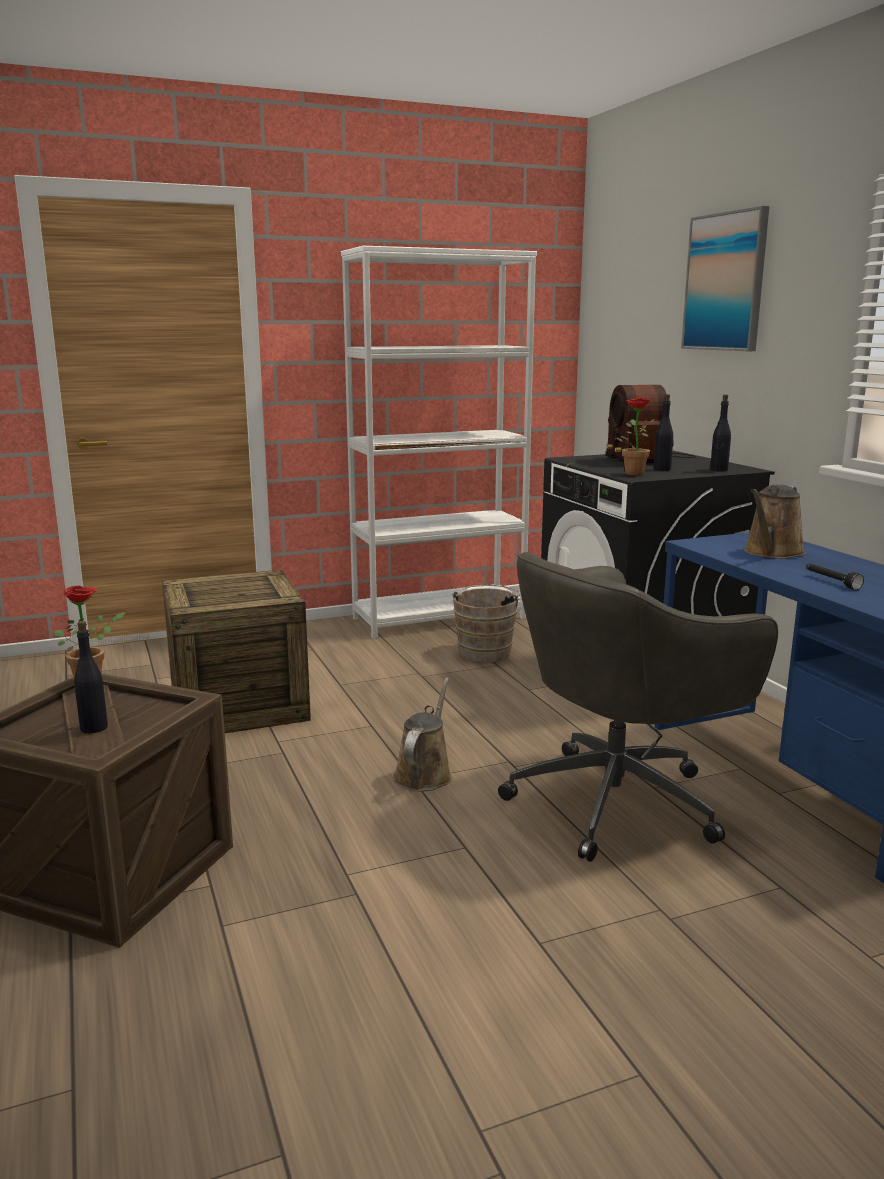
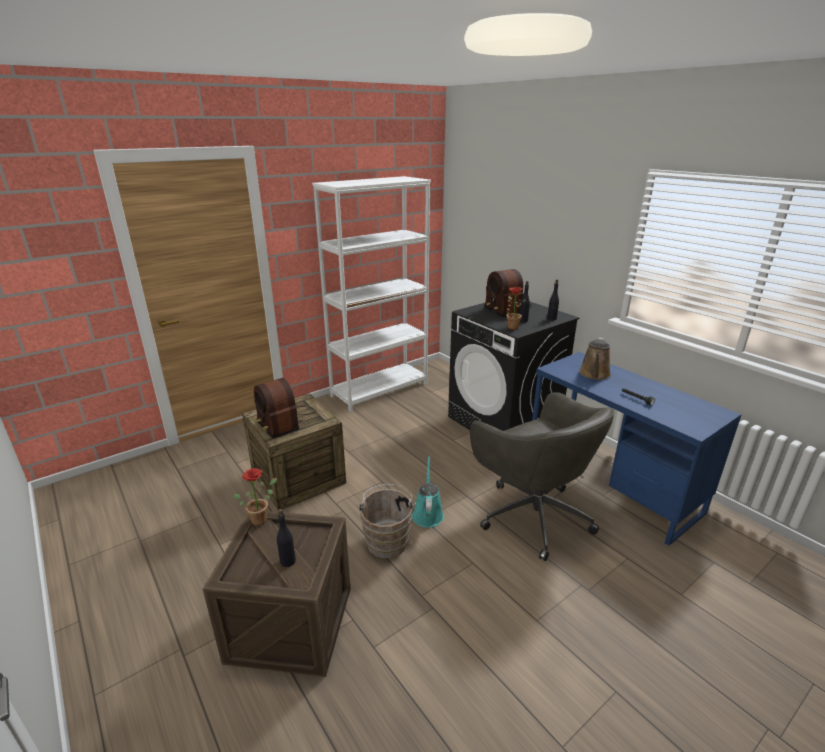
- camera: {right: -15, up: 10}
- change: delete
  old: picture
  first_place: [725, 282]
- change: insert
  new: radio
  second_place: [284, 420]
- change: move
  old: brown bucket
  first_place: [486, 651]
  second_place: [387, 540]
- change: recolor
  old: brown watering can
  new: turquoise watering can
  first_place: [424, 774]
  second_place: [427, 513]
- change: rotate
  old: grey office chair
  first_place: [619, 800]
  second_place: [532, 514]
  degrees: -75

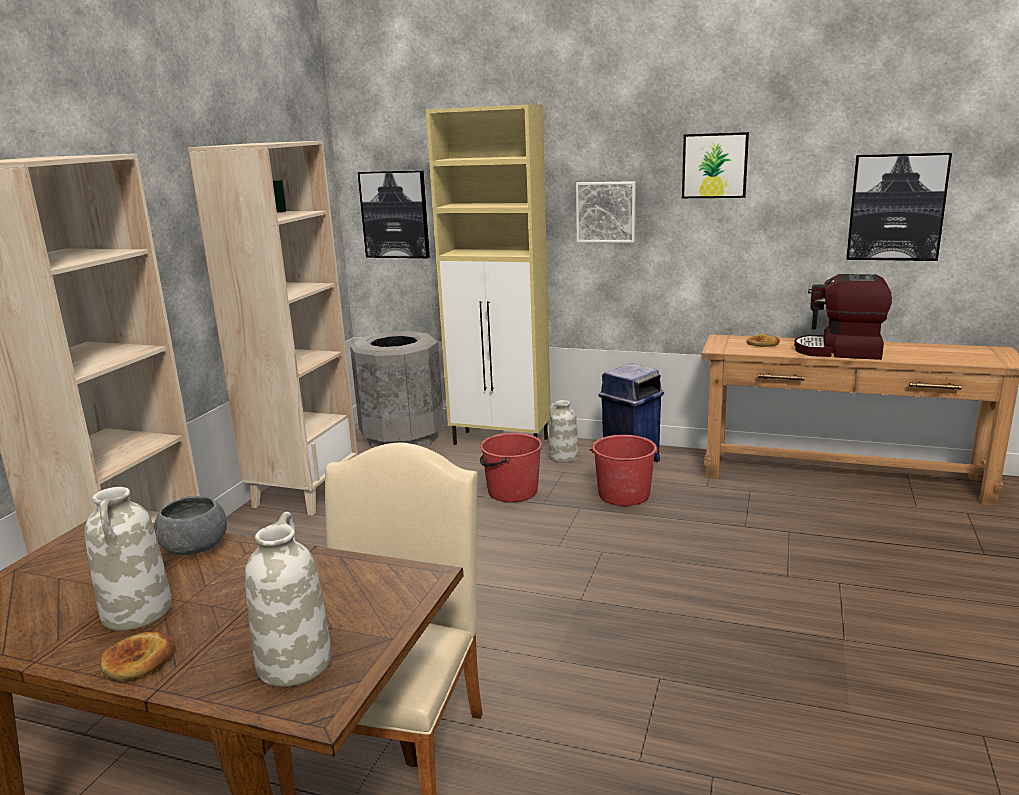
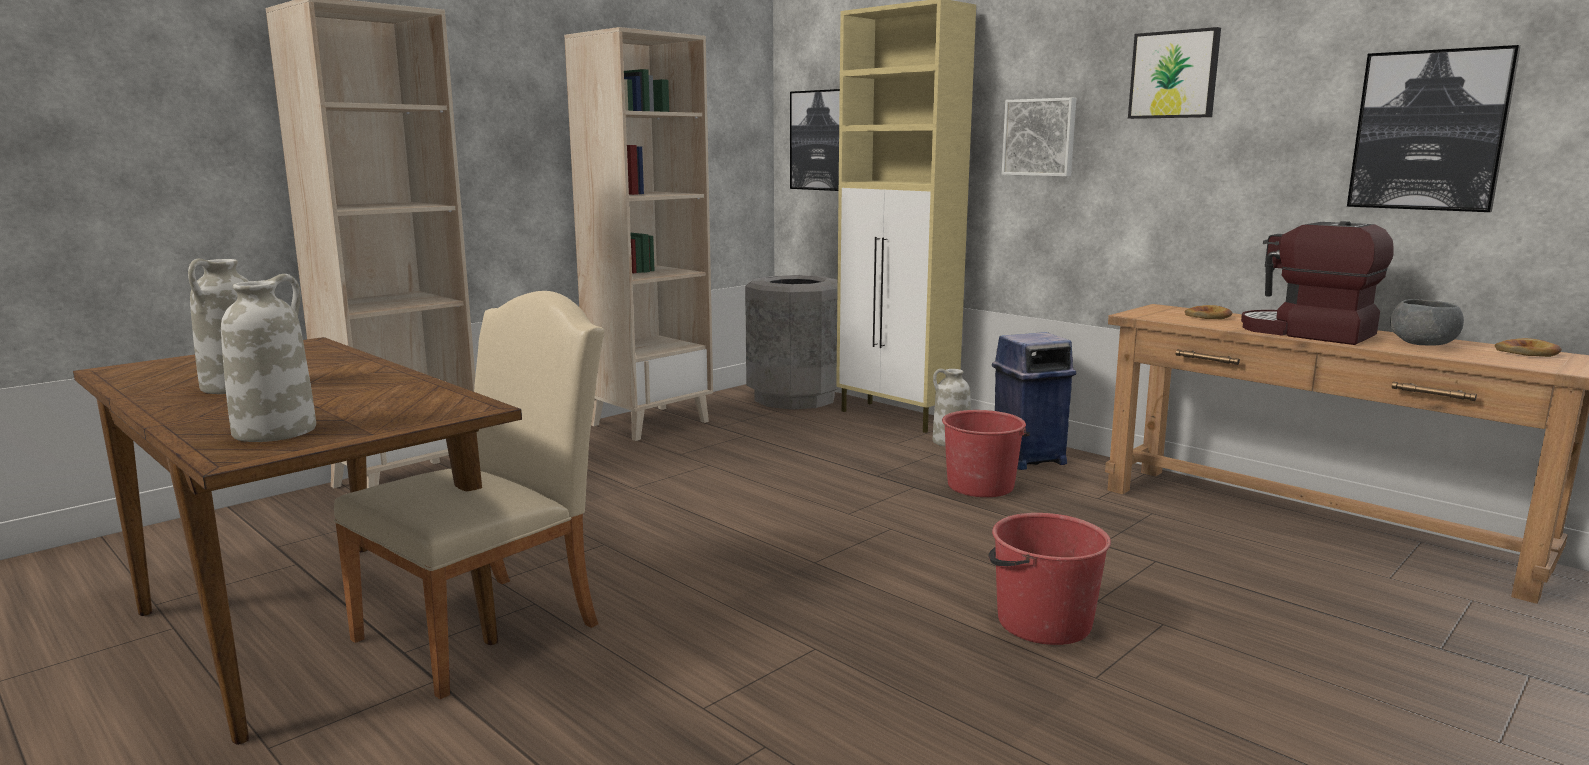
- camera: {right: 25, up: -5}
- change: move
  old: bread
  first_place: [138, 661]
  second_place: [1528, 353]
- change: move
  old: grey bowl
  first_place: [195, 548]
  second_place: [1422, 344]
- change: move
  old: red bucket
  first_place: [511, 492]
  second_place: [1042, 622]

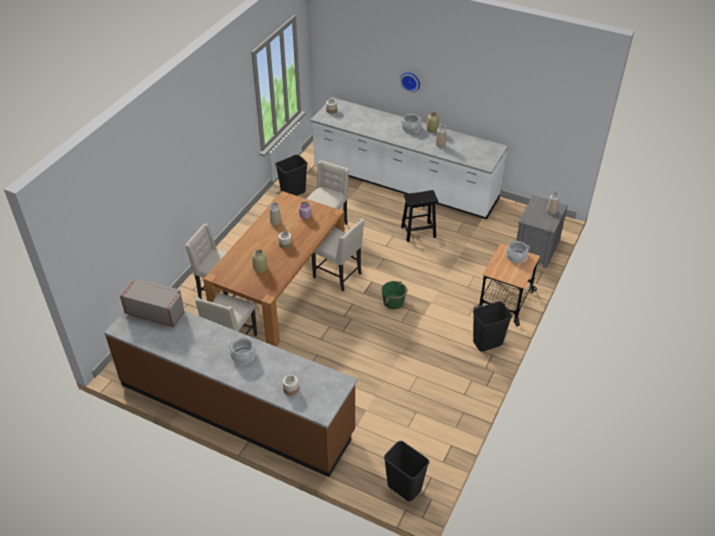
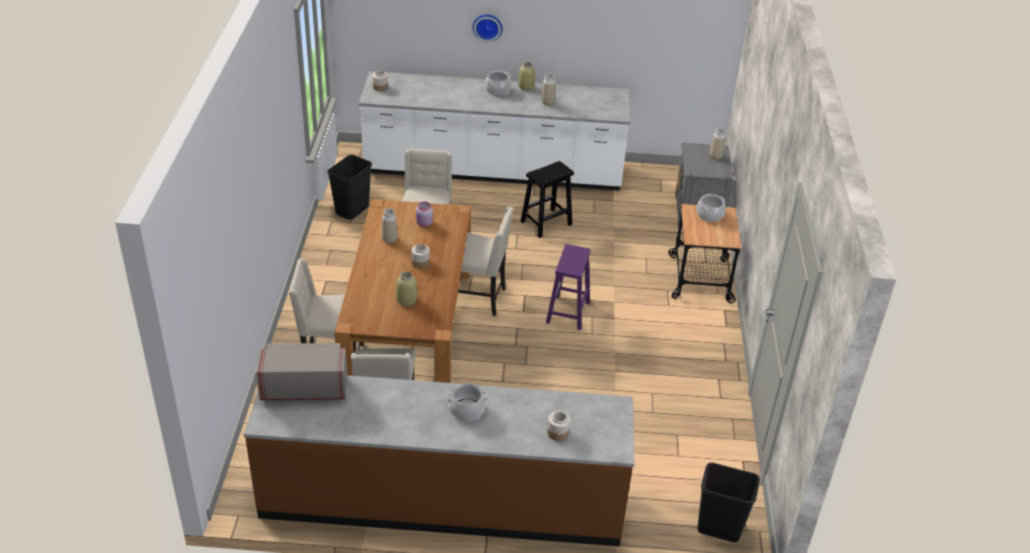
- camera: {right: -25, up: -5}
- change: delete
  old: black trash can
  first_place: [487, 343]
- change: replace
  old: green bucket
  new: purple stool
  first_place: [394, 302]
  second_place: [568, 313]

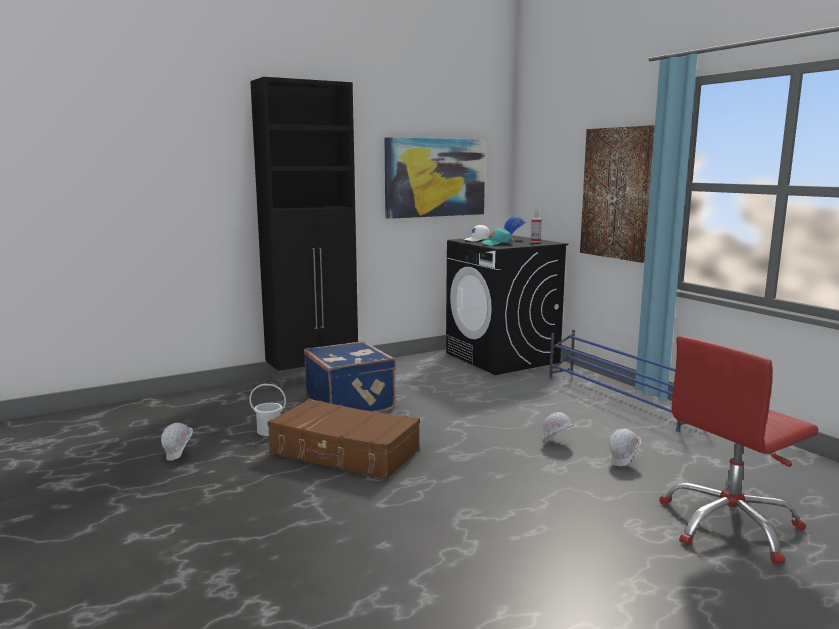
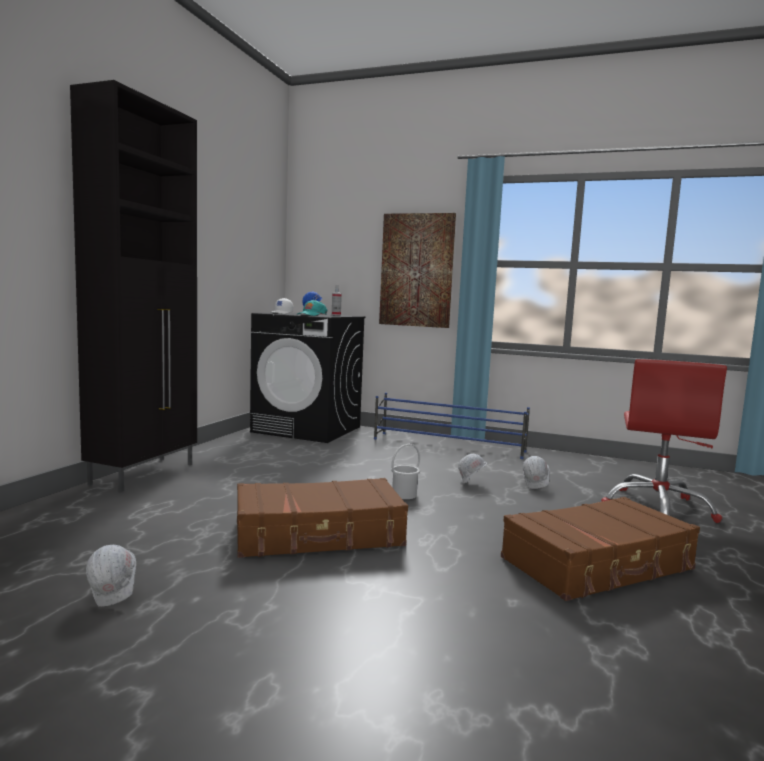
- camera: {right: -40, up: -5}
- change: delete
  old: blue suitcase
  first_place: [351, 403]
- change: delete
  old: picture
  first_place: [435, 177]
- change: insert
  new: brown suitcase
  second_place: [598, 564]
- change: move
  old: white bucket
  first_place: [269, 431]
  second_place: [404, 495]

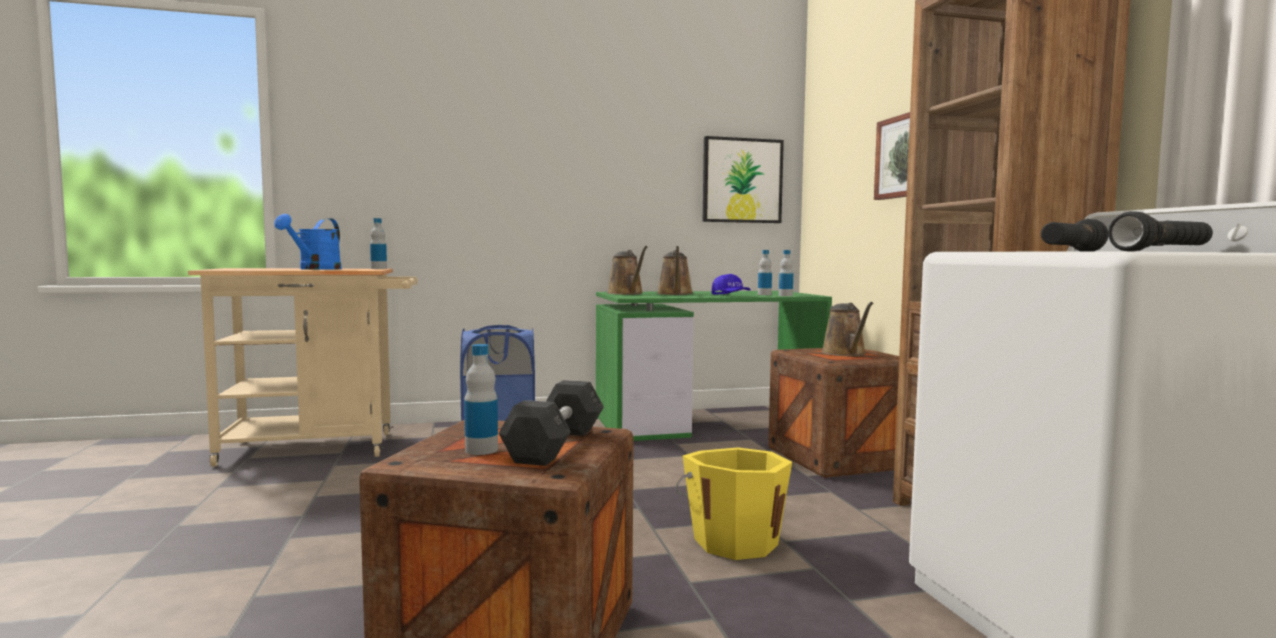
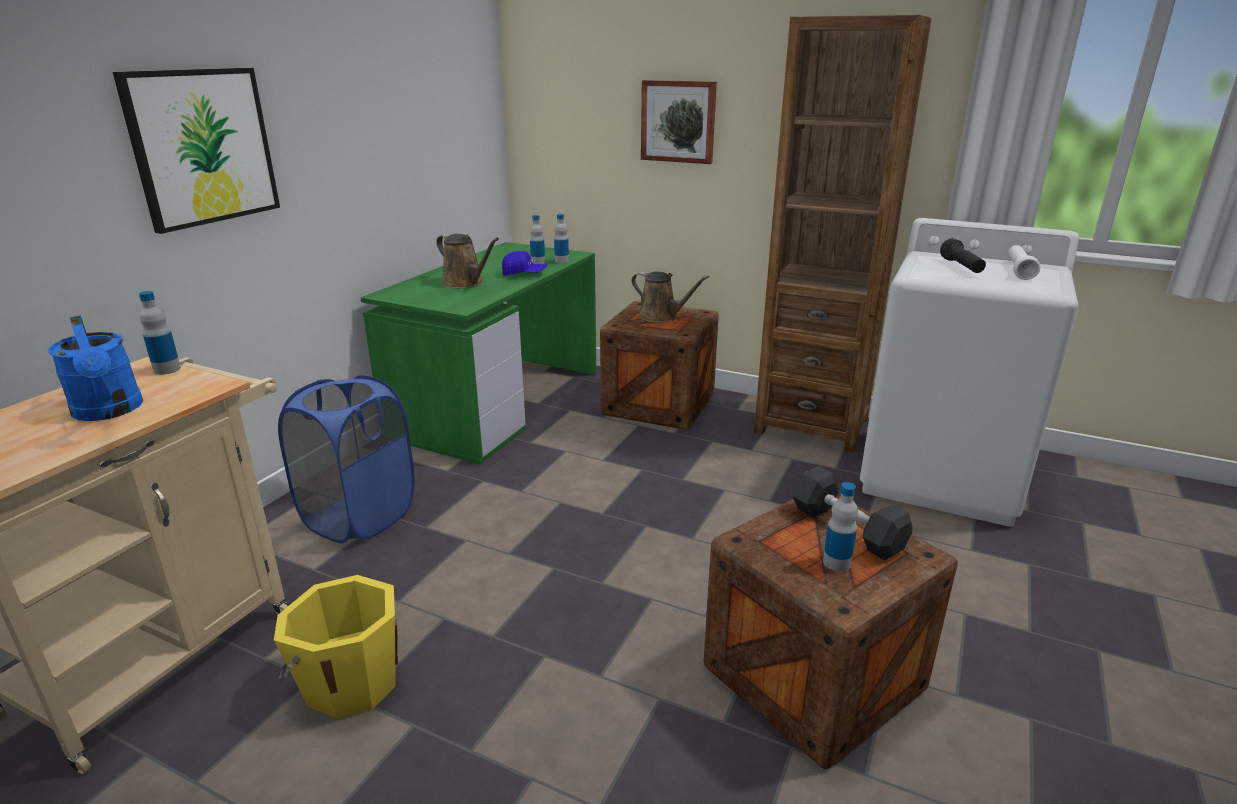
- camera: {right: -50, up: 20}
- change: delete
  old: brown watering can
  first_place: [627, 293]
- change: move
  old: yellow bucket
  first_place: [734, 541]
  second_place: [350, 682]
- change: move
  old: picture
  first_place: [742, 180]
  second_place: [202, 147]
- change: recolor
  old: black flashlight
  new: white flashlight
  first_place: [1162, 251]
  second_place: [1018, 271]

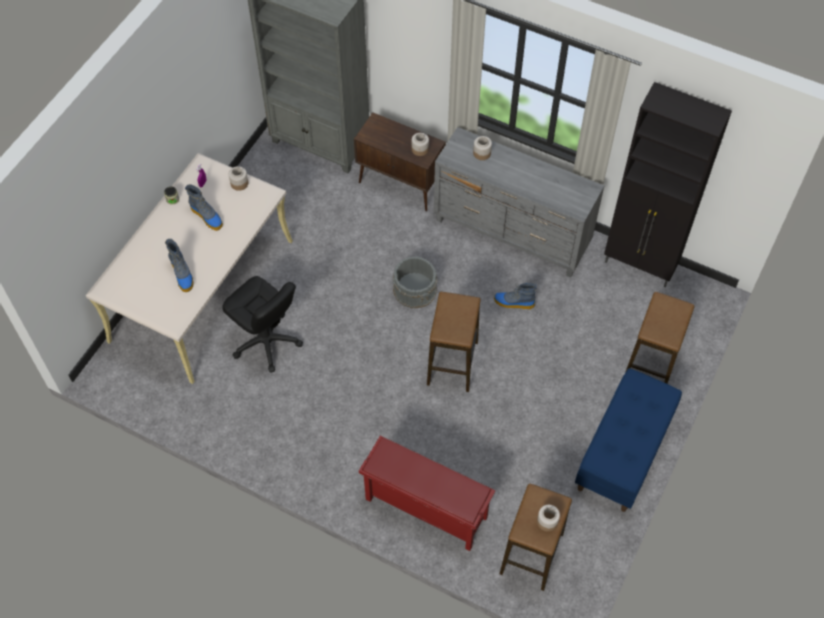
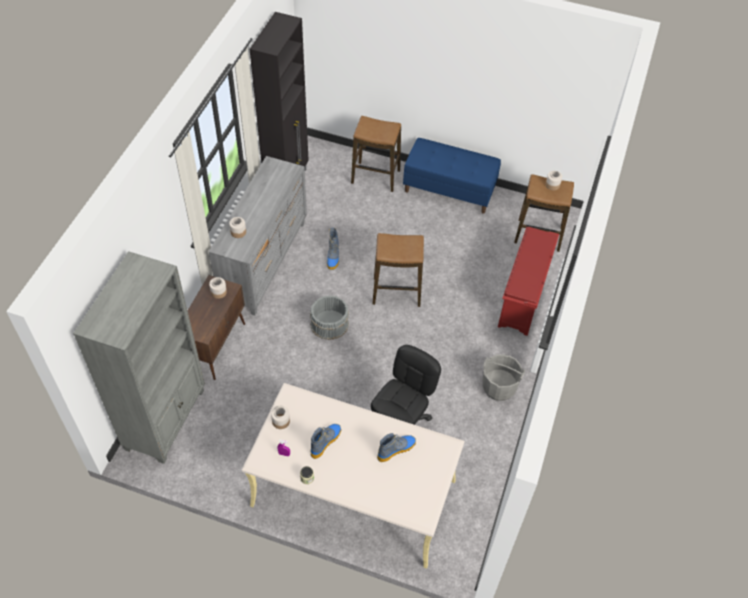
- camera: {right: -100, up: -5}
- change: insert
  new: grey bucket
  second_place: [498, 387]

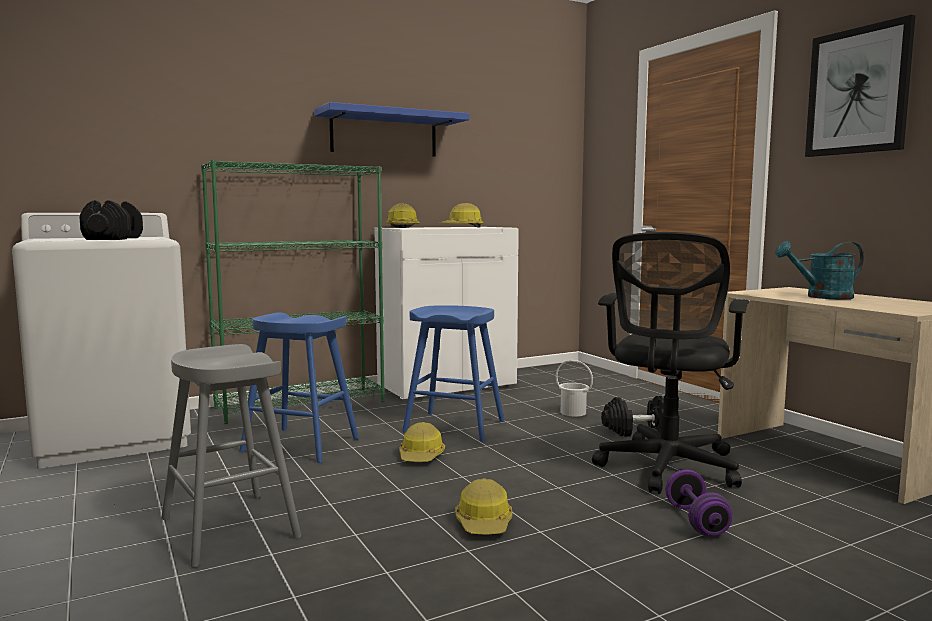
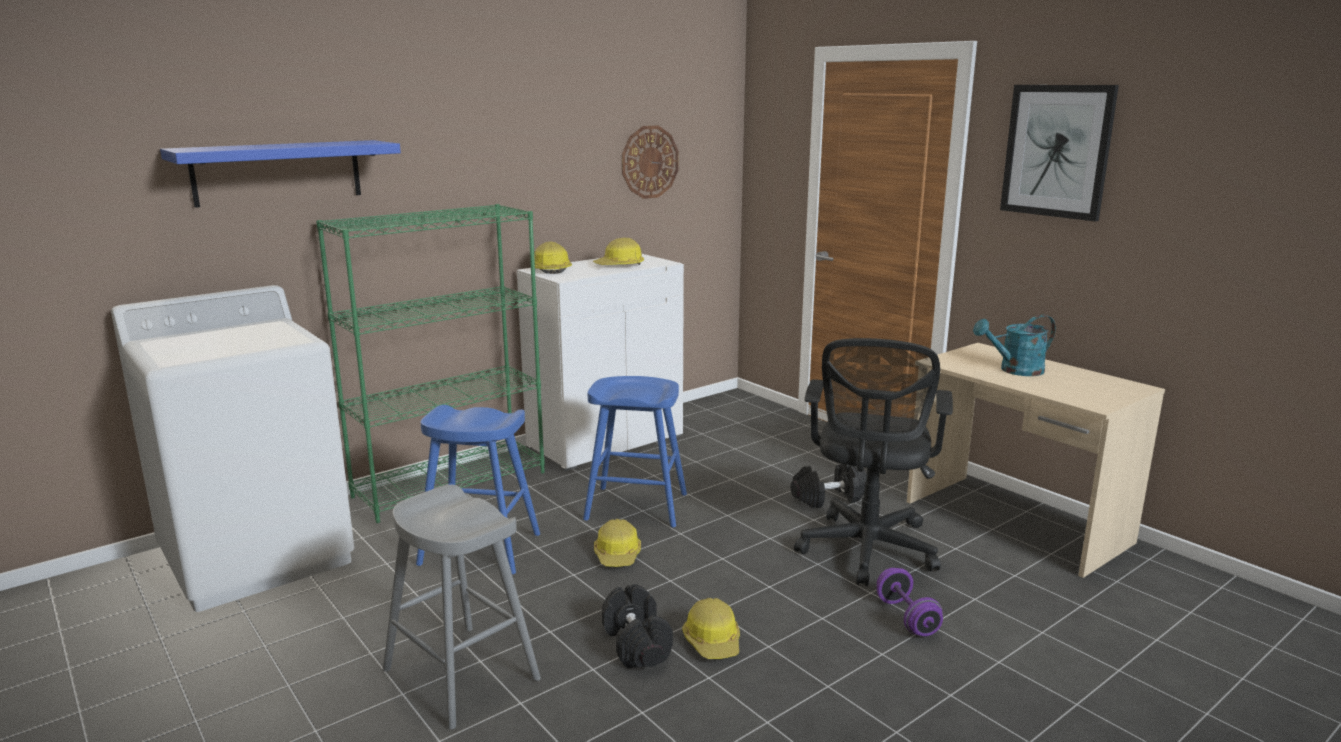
- camera: {right: -10, up: 10}
- change: delete
  old: white bucket
  first_place: [573, 412]
- change: insert
  new: wall clock
  second_place: [649, 162]
- change: move
  old: black dumbbell
  first_place: [113, 239]
  second_place: [637, 644]
- change: move
  old: blue shelf
  first_place: [384, 134]
  second_place: [278, 172]

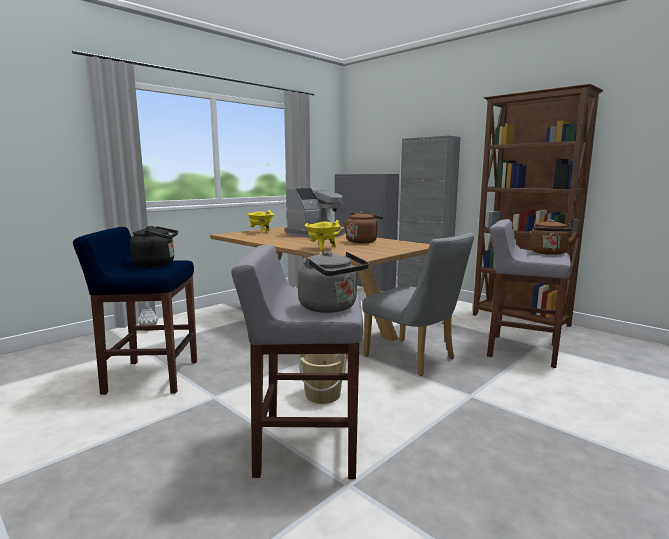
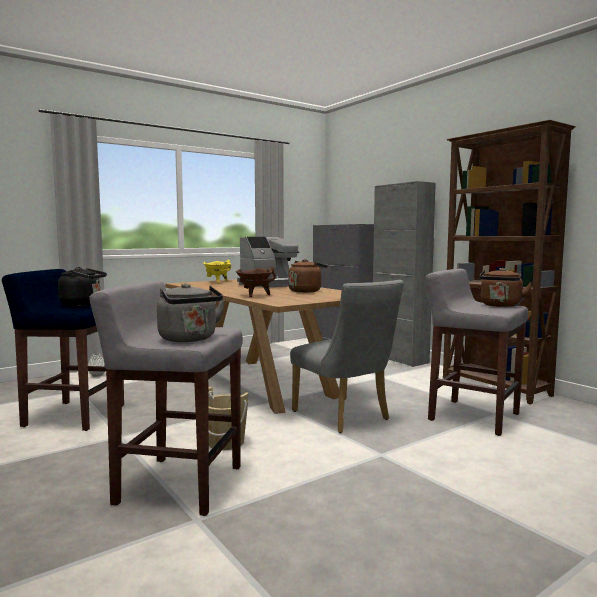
- camera: {right: 10, up: -5}
- change: recolor
  old: yellow cooking pot
  new: brown cooking pot
  first_place: [322, 248]
  second_place: [254, 295]

